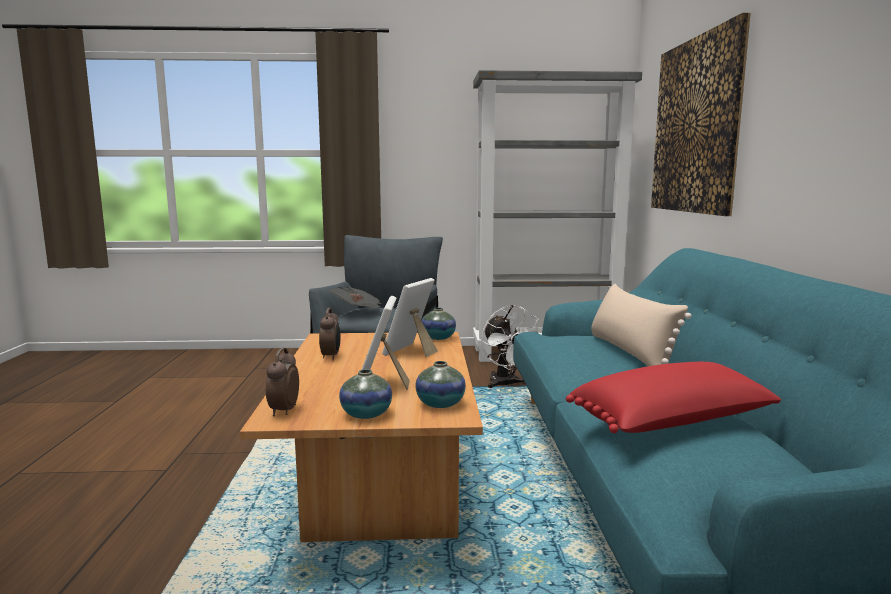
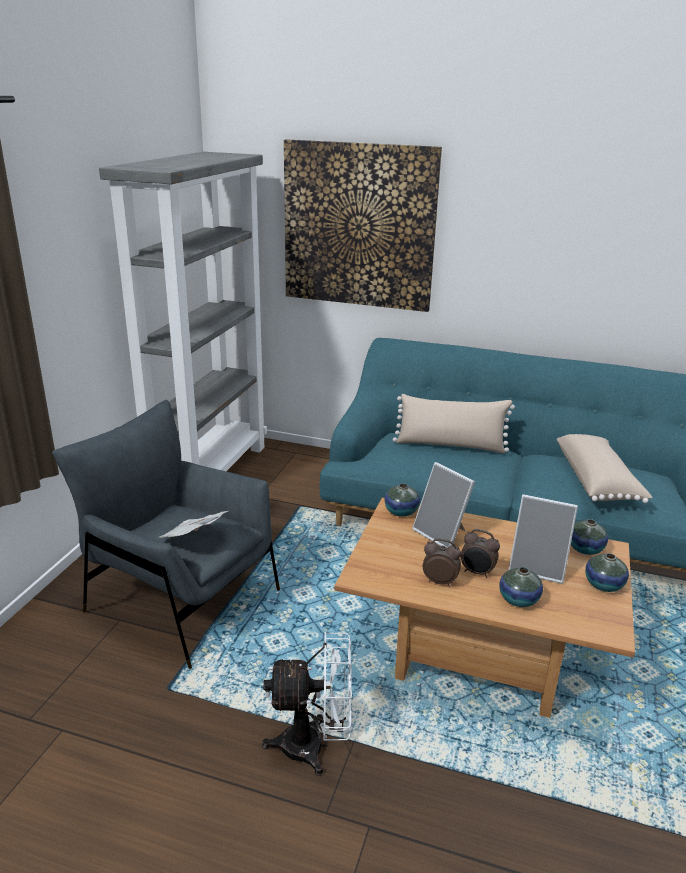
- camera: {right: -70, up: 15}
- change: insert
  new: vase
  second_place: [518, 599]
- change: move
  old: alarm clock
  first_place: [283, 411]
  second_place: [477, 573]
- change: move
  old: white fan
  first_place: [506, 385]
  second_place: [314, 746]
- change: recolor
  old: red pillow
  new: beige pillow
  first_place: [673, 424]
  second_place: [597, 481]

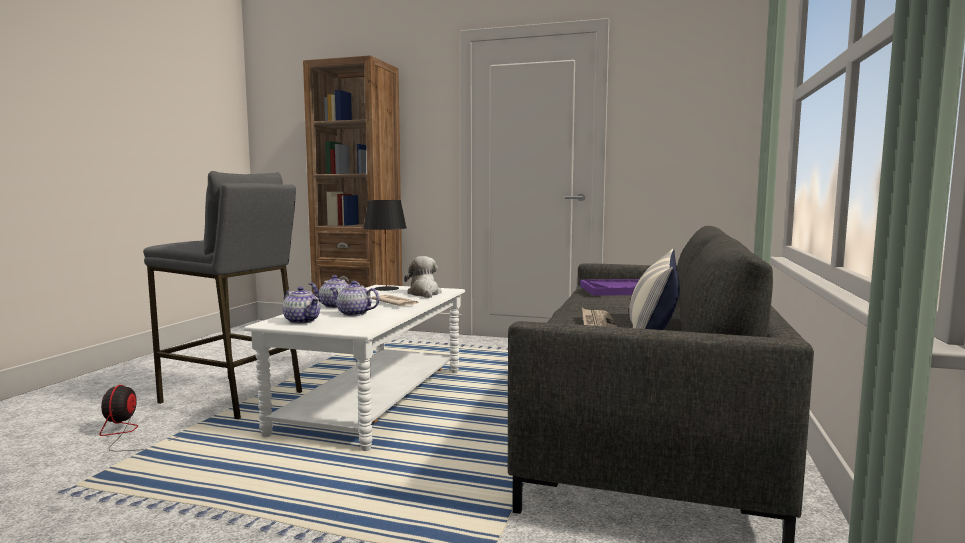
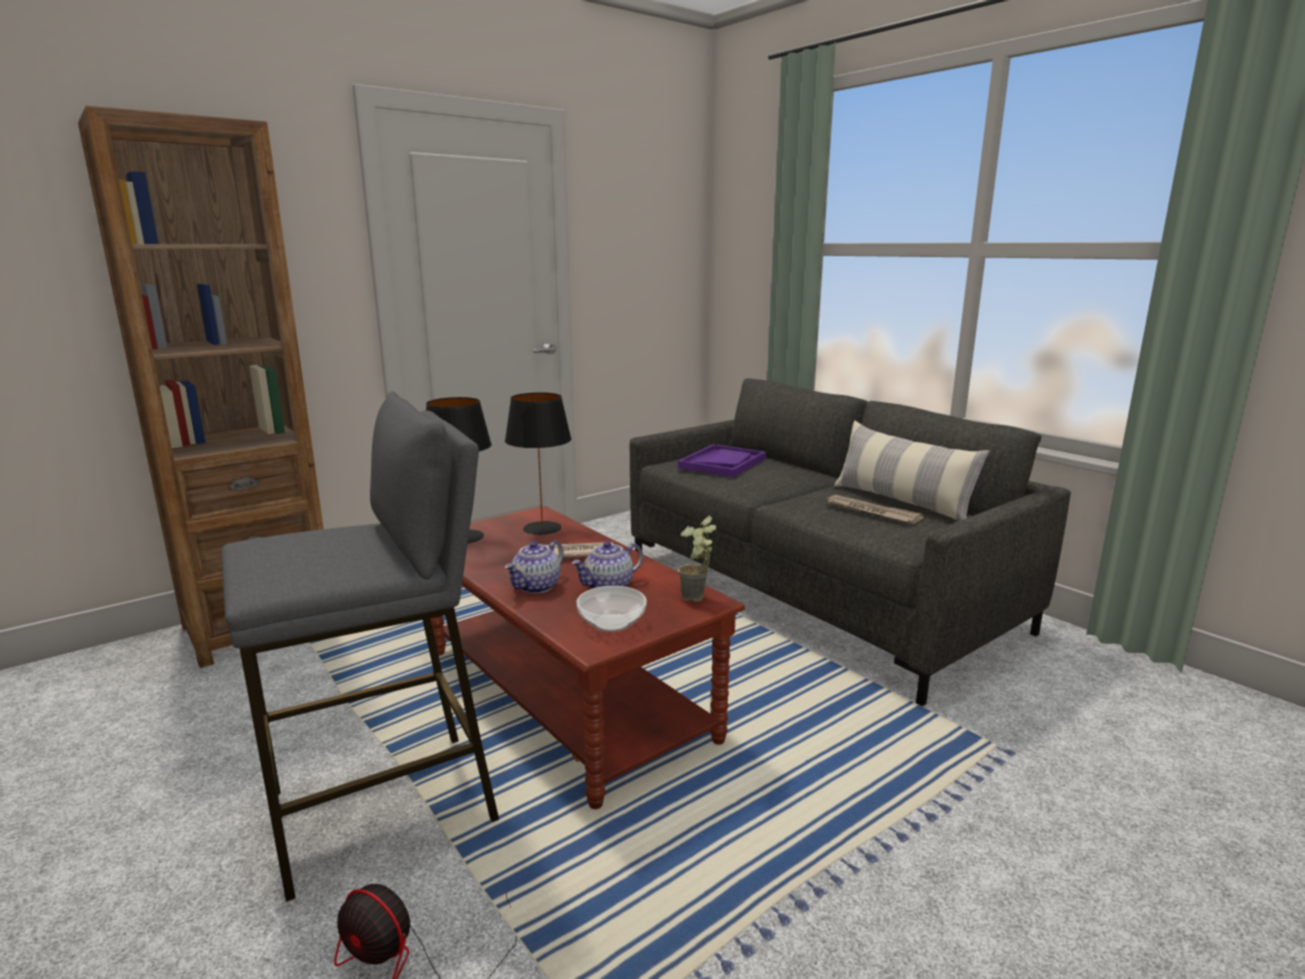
- camera: {right: -55, up: 10}
- change: insert
  new: potted plant
  second_place: [697, 600]
- change: replace
  old: teapot
  new: bowl
  first_place: [302, 321]
  second_place: [611, 622]
- change: replace
  old: plush toy
  new: black table lamp
  first_place: [424, 294]
  second_place: [543, 528]
- change: recolor
  old: white coffee table
  new: brown coffee table
  first_place: [374, 400]
  second_place: [565, 694]

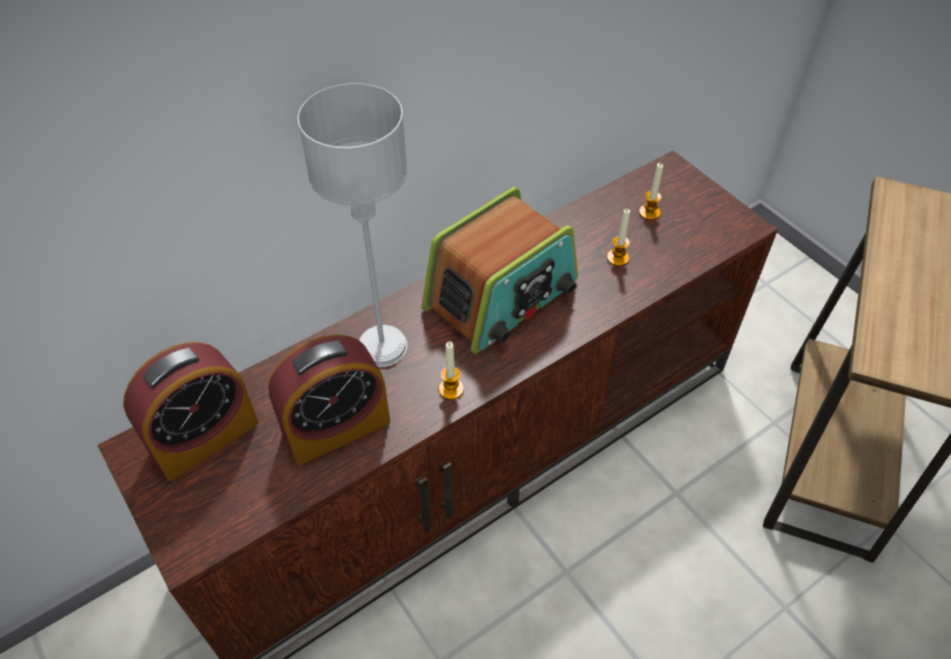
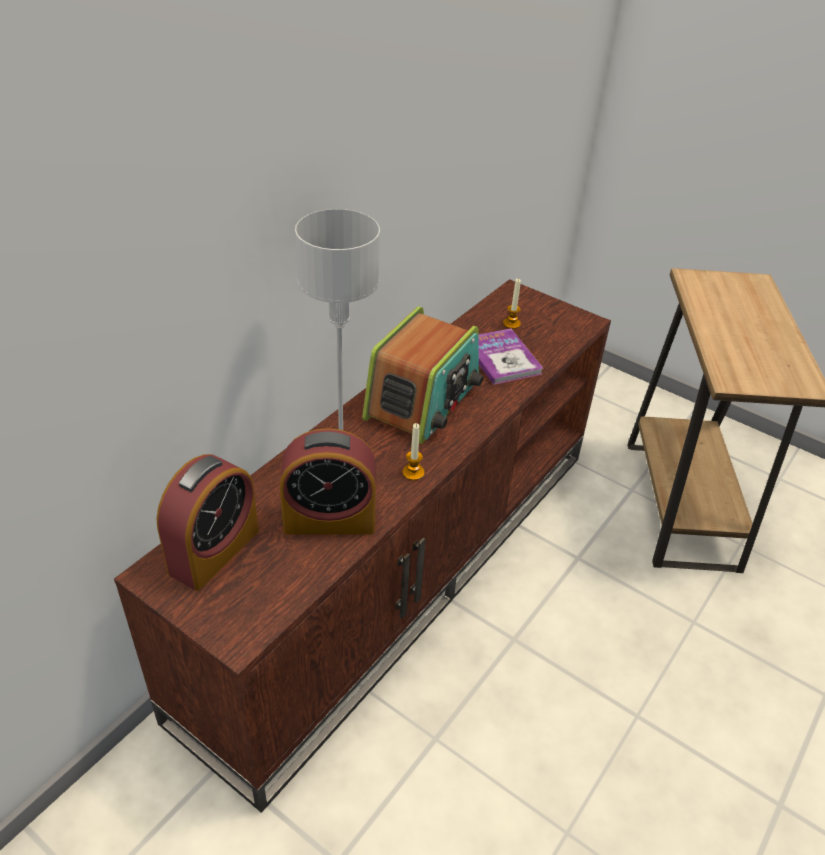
- camera: {right: -20, up: -10}
- change: replace
  old: candle
  new: book
  first_place: [618, 258]
  second_place: [502, 358]
- change: rotate
  old: alarm clock
  first_place: [336, 427]
  second_place: [329, 519]
  degrees: 45

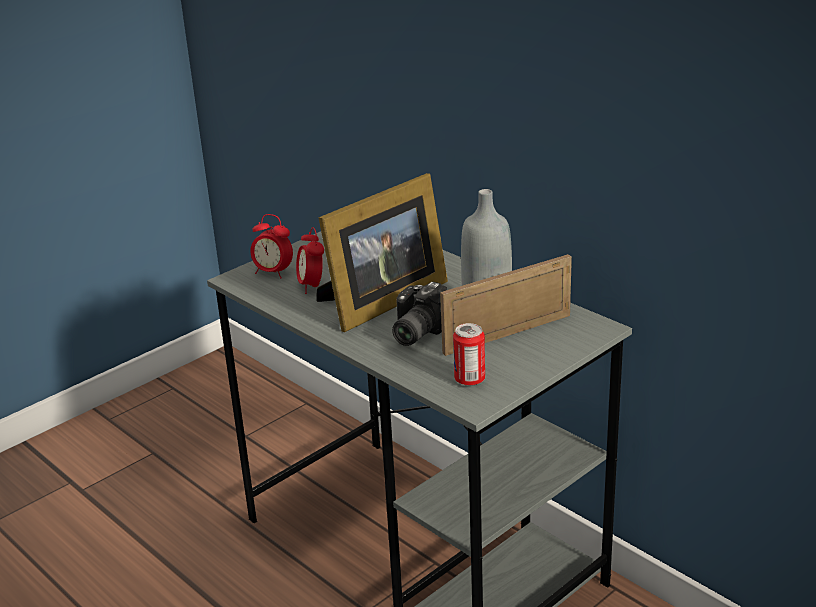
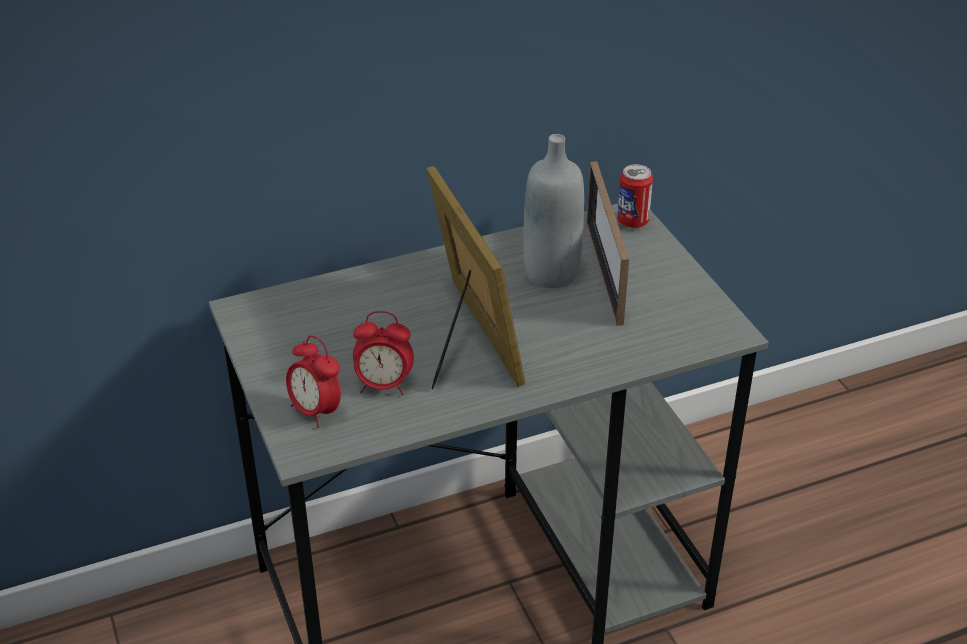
- camera: {right: -70, up: 10}
- change: delete
  old: photo camera
  first_place: [416, 331]
- change: move
  old: can
  first_place: [469, 380]
  second_place: [632, 222]
- change: rotate
  old: alarm clock
  first_place: [273, 272]
  second_place: [316, 411]
  degrees: 90

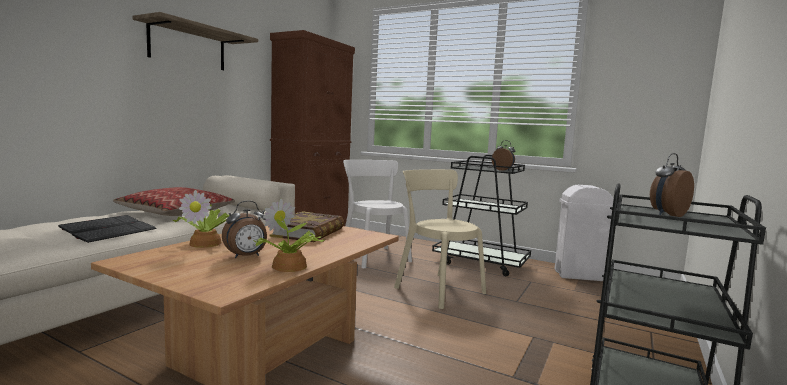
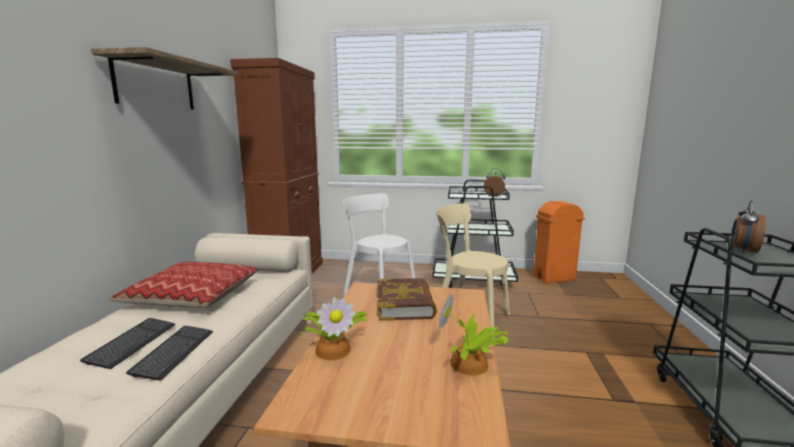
- camera: {right: -20, up: 5}
- change: delete
  old: alarm clock
  first_place: [246, 256]
- change: recolor
  old: white trash can
  new: orange trash can
  first_place: [579, 276]
  second_place: [554, 278]

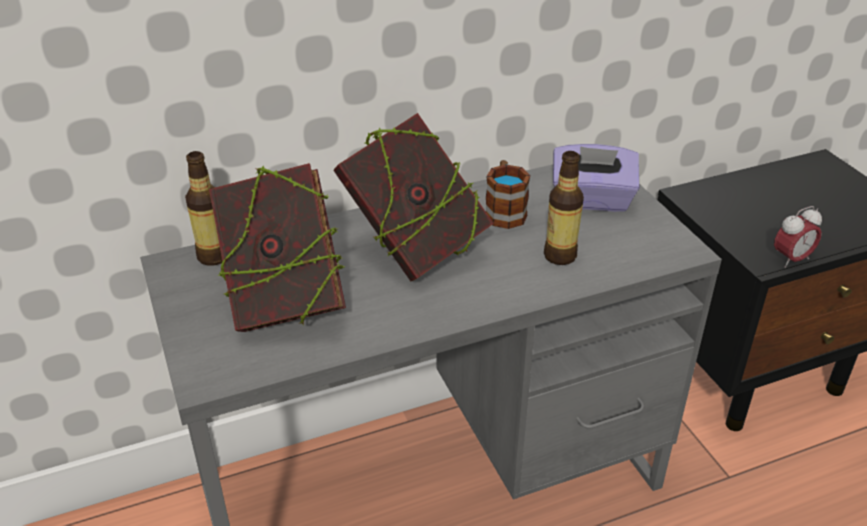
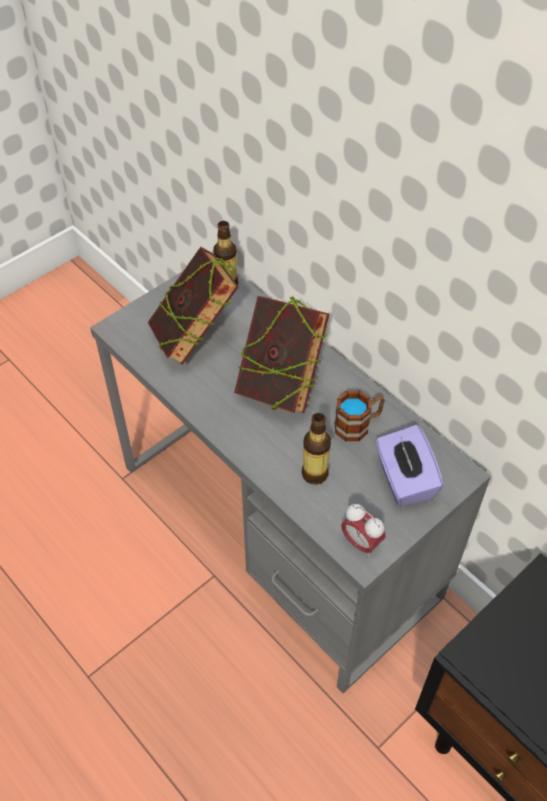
- camera: {right: 70, up: 15}
- change: move
  old: alarm clock
  first_place: [791, 259]
  second_place: [361, 543]

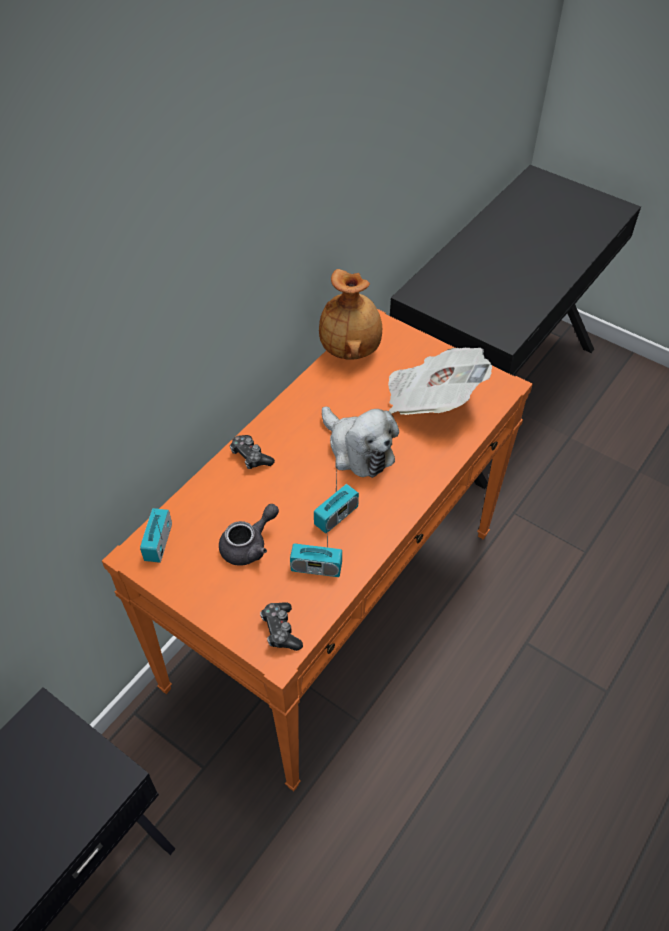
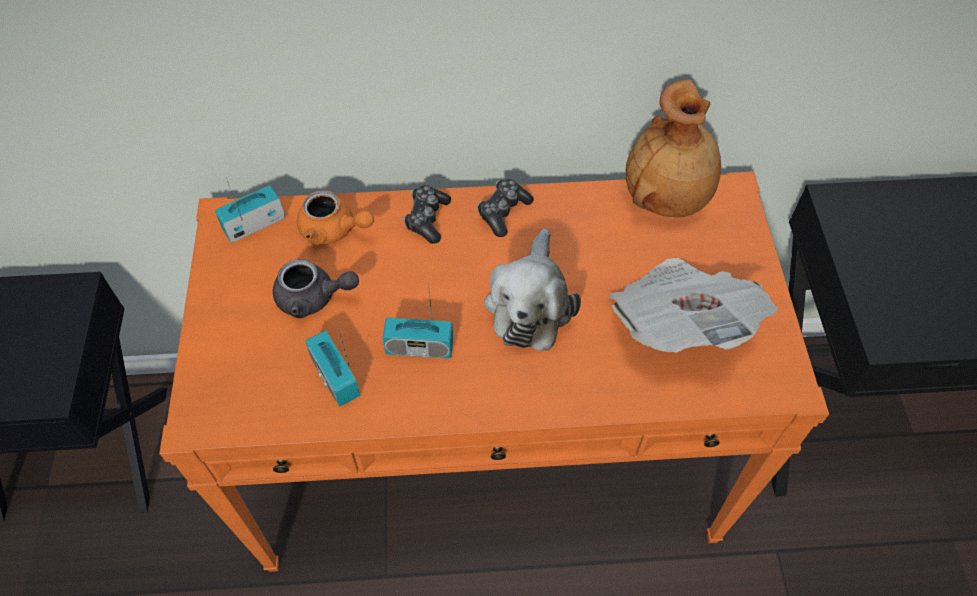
- camera: {right: 50, up: 5}
- change: insert
  new: orange teapot
  second_place: [334, 230]
- change: move
  old: game controller
  first_place: [281, 630]
  second_place: [503, 212]

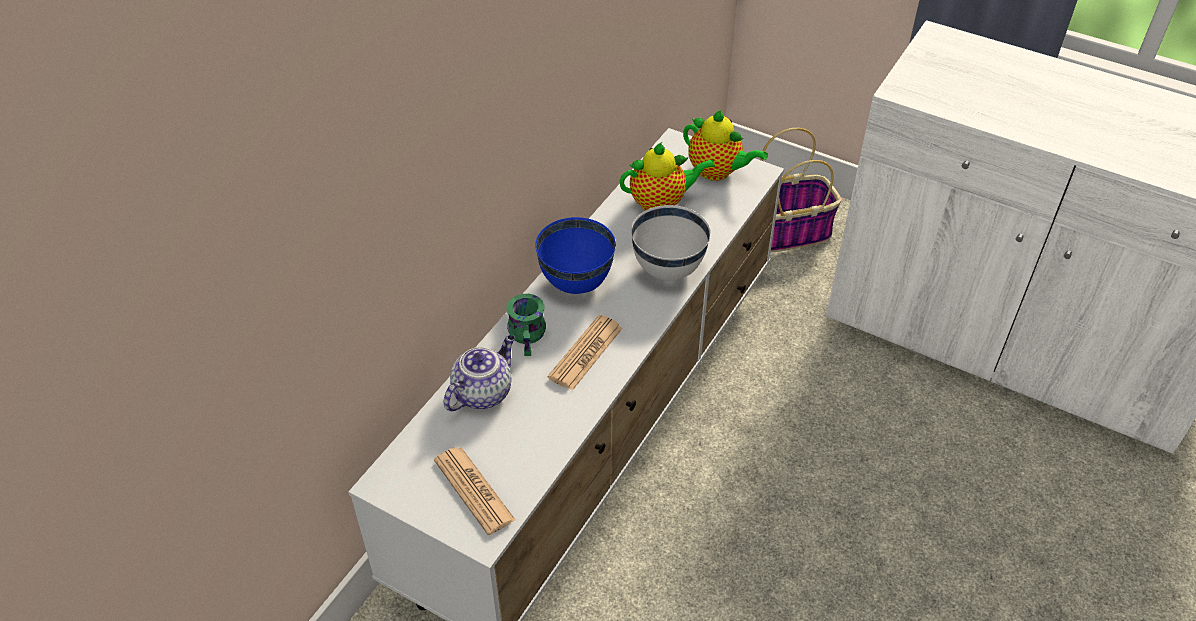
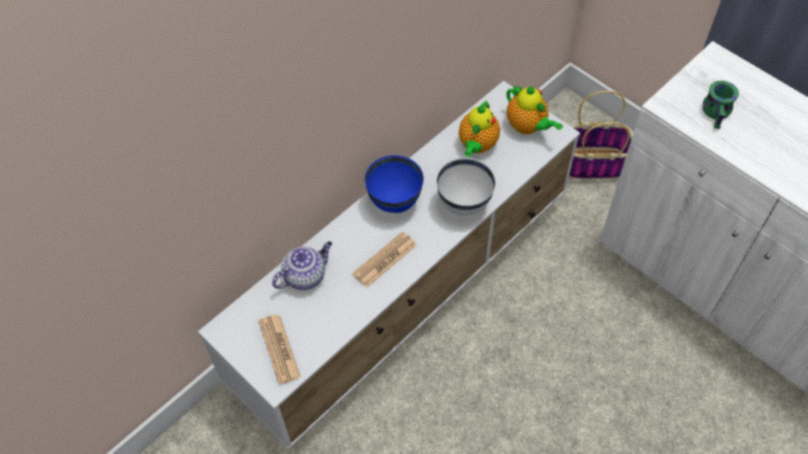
- camera: {right: 15, up: 10}
- change: move
  old: green mug
  first_place: [530, 335]
  second_place: [718, 113]
- change: rotate
  old: teapot
  first_place: [661, 203]
  second_place: [477, 146]
  degrees: 105

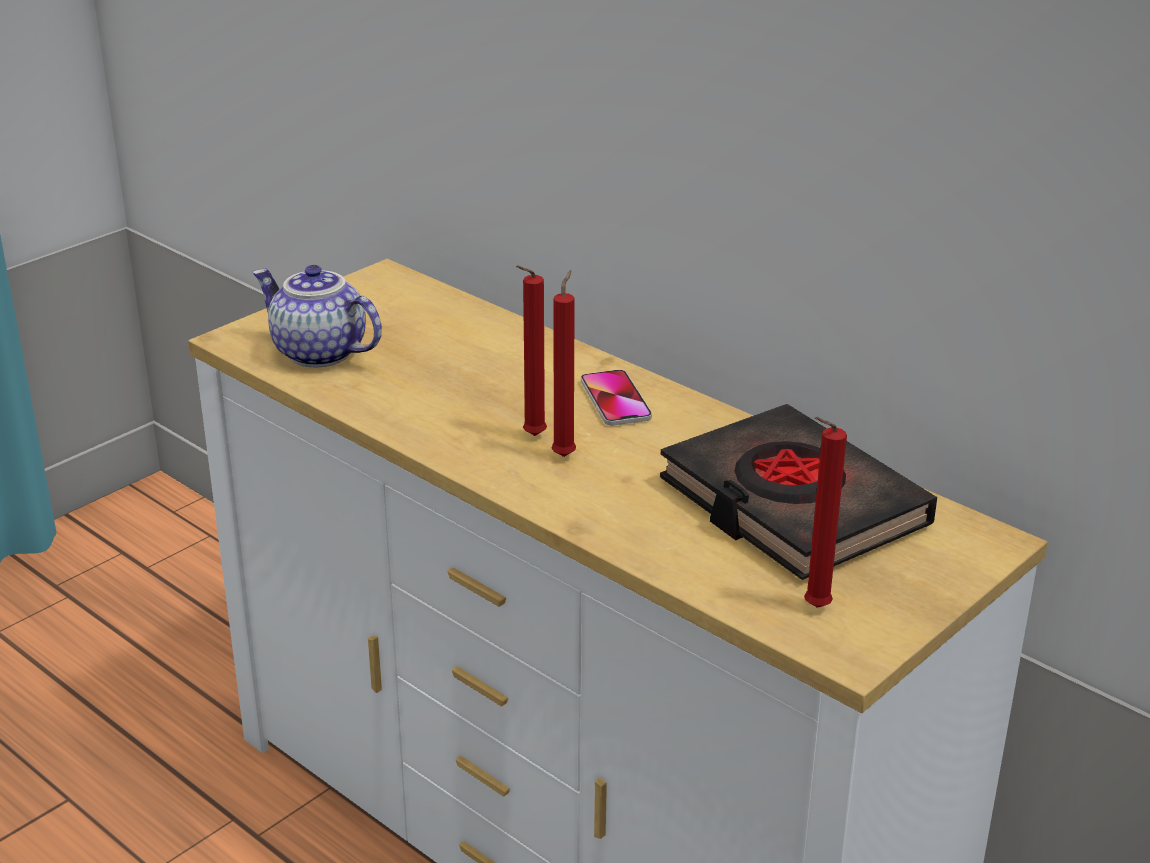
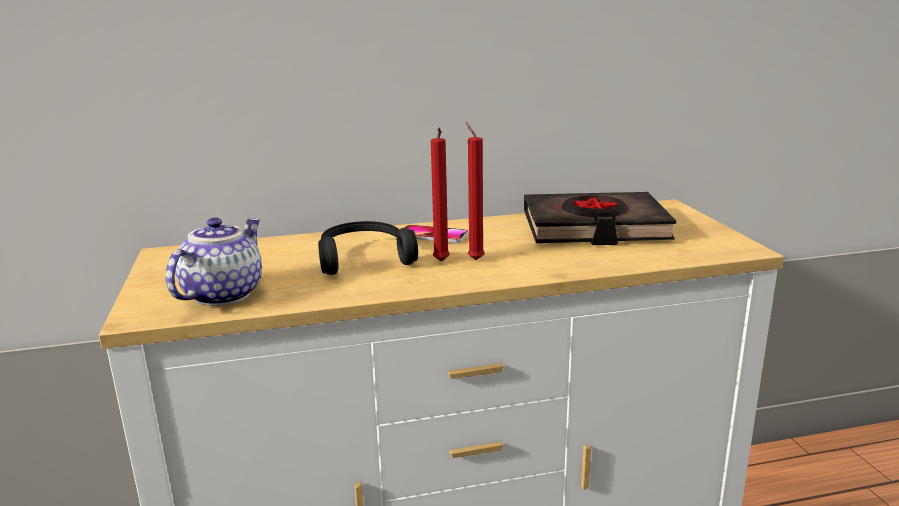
- camera: {right: -55, up: -10}
- change: delete
  old: red candle
  first_place: [813, 608]
- change: insert
  new: black headphones
  second_place: [363, 258]
- change: rotate
  old: teapot
  first_place: [317, 353]
  second_place: [222, 294]
  degrees: 135

